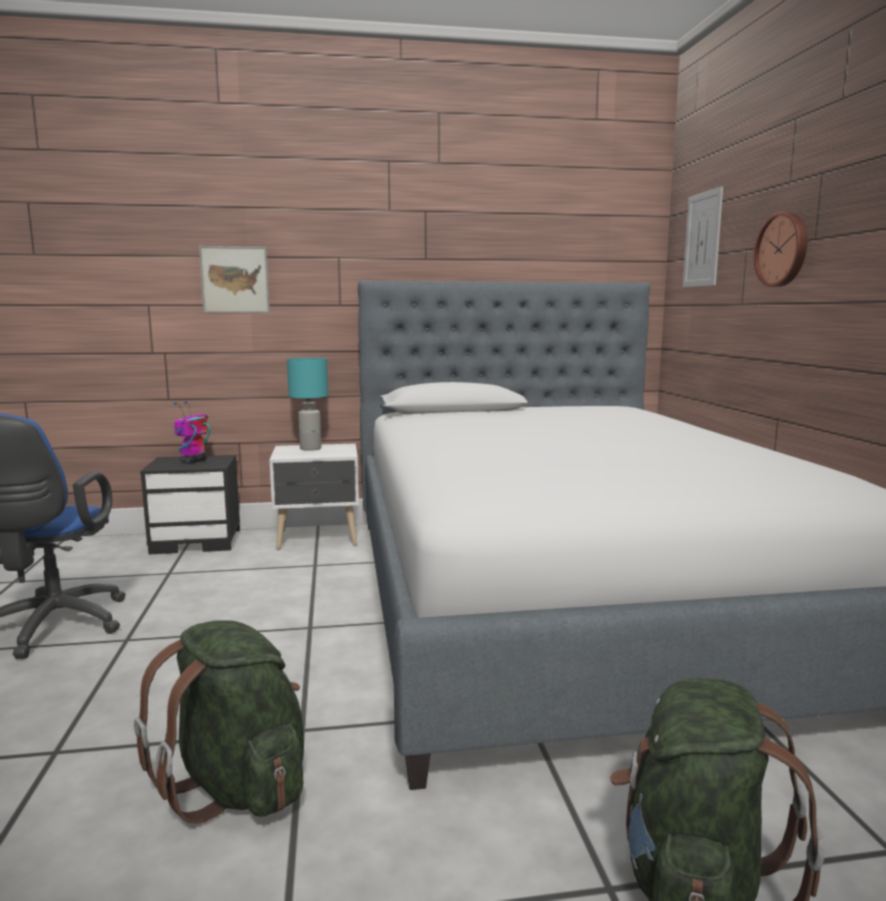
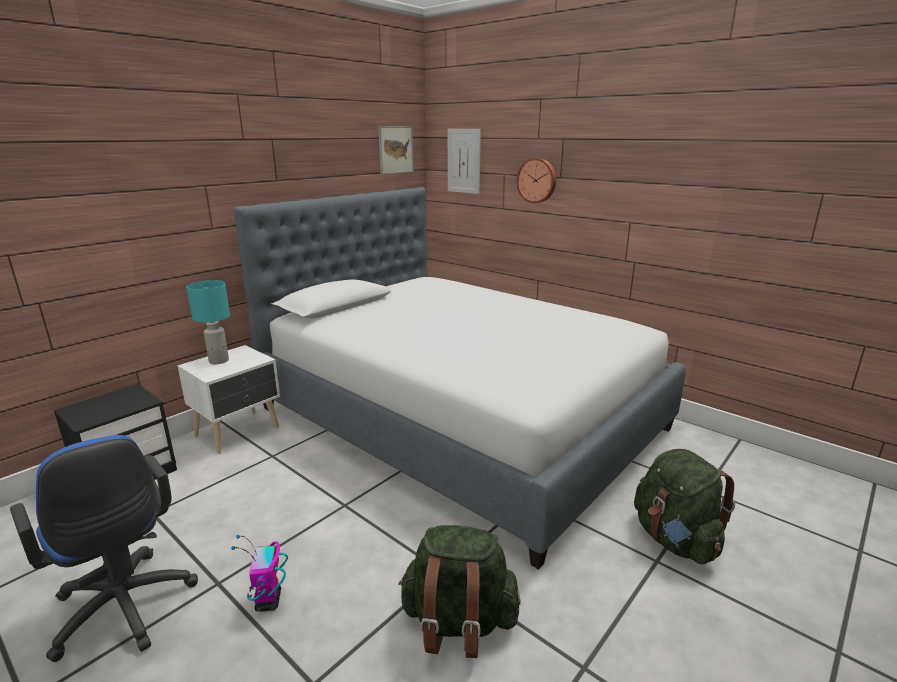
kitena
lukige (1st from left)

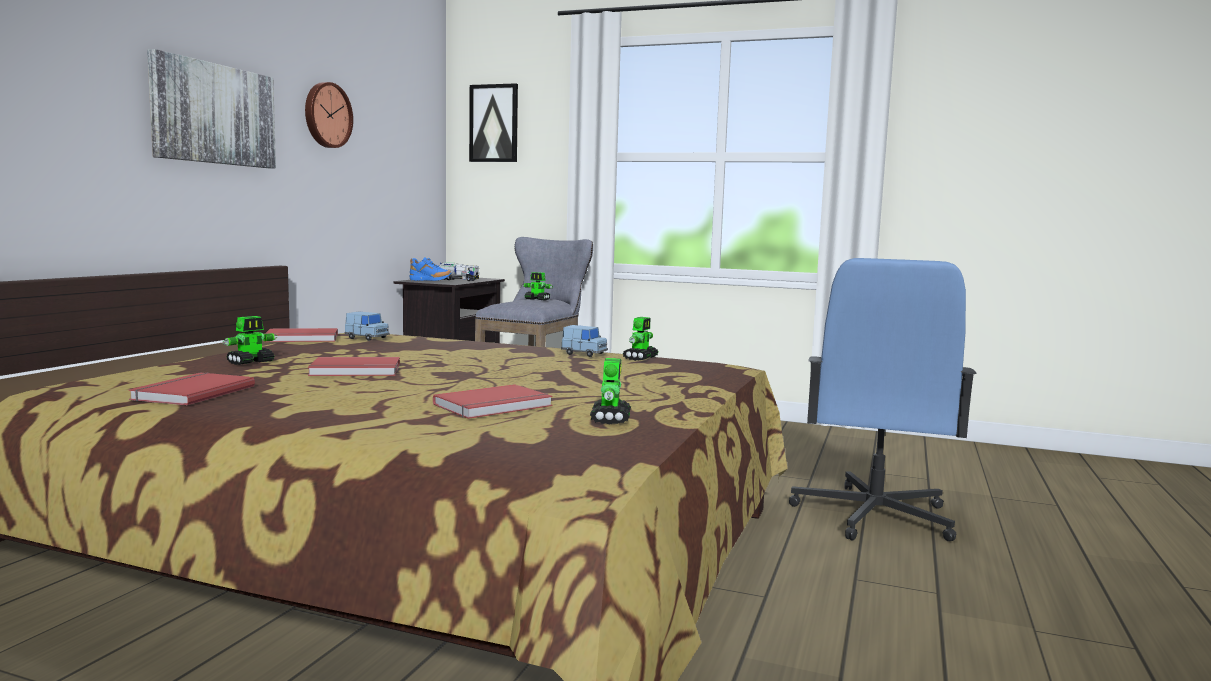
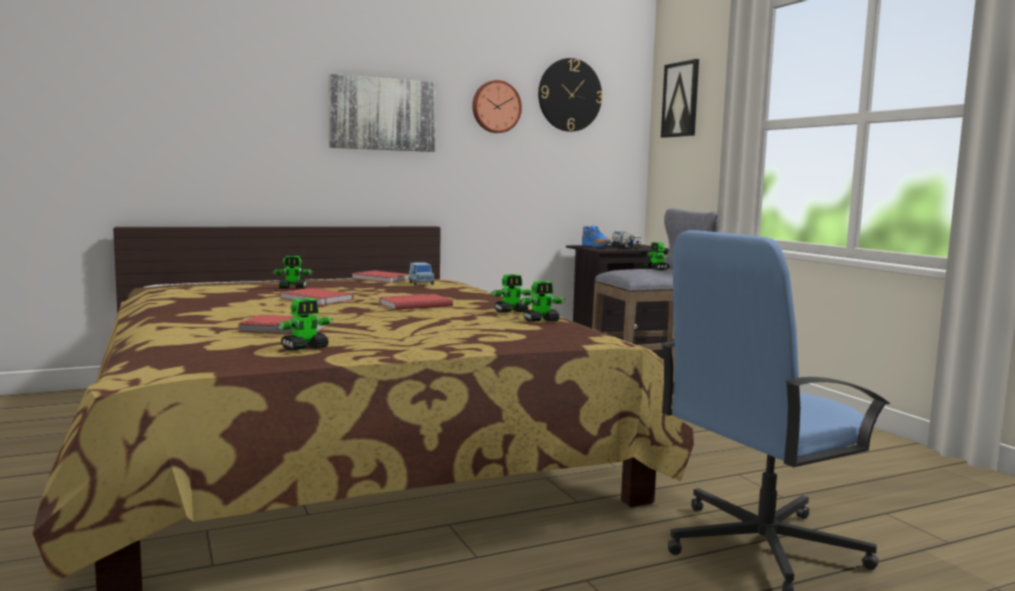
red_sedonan (4th from left)
kitena (3rd from left)
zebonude (2nd from left)

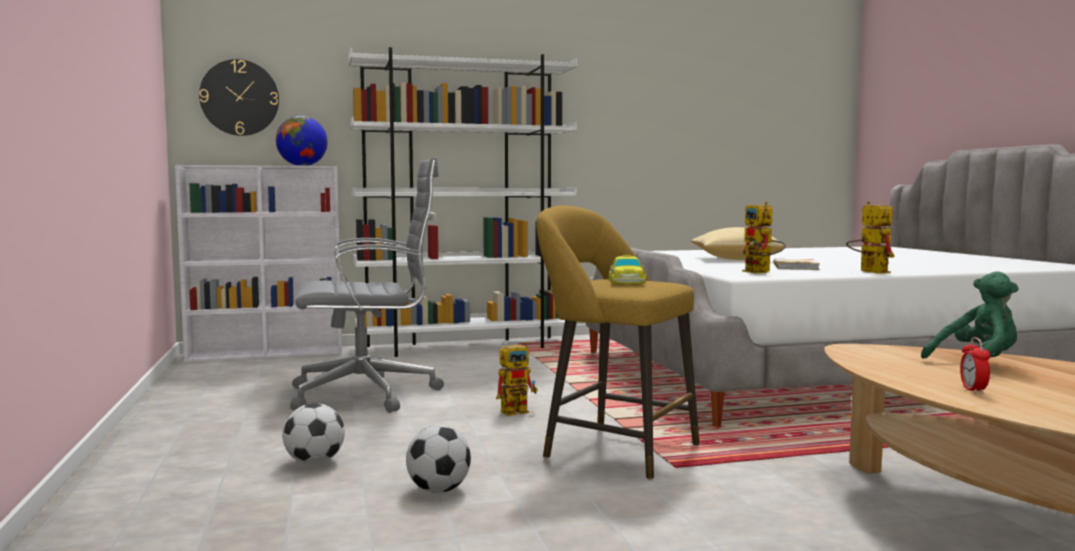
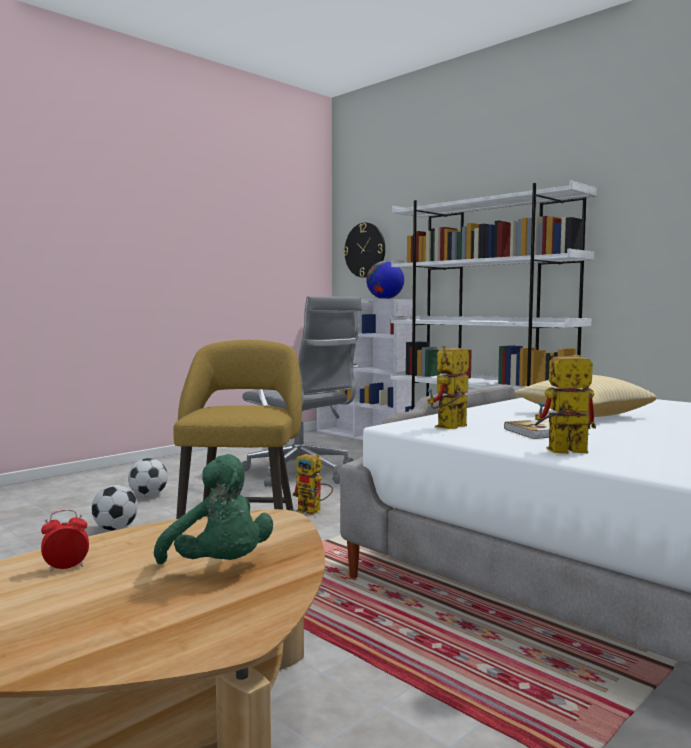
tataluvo
kitena (3rd from left)

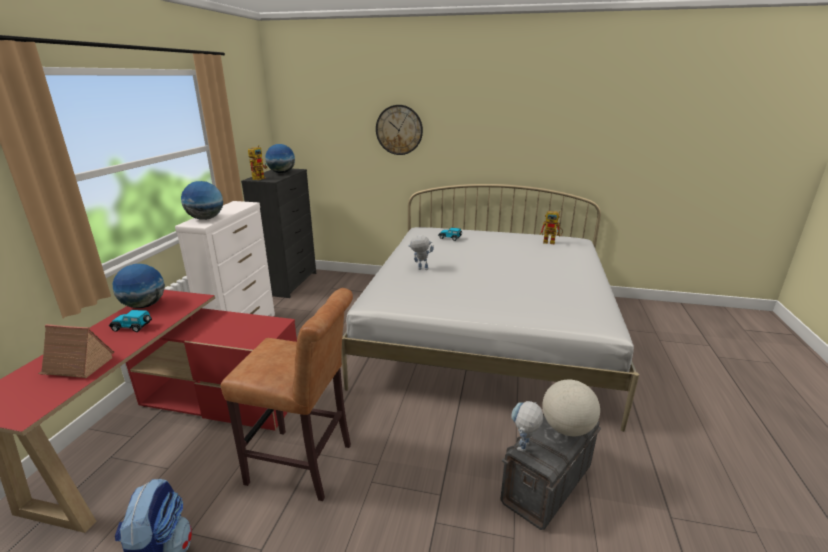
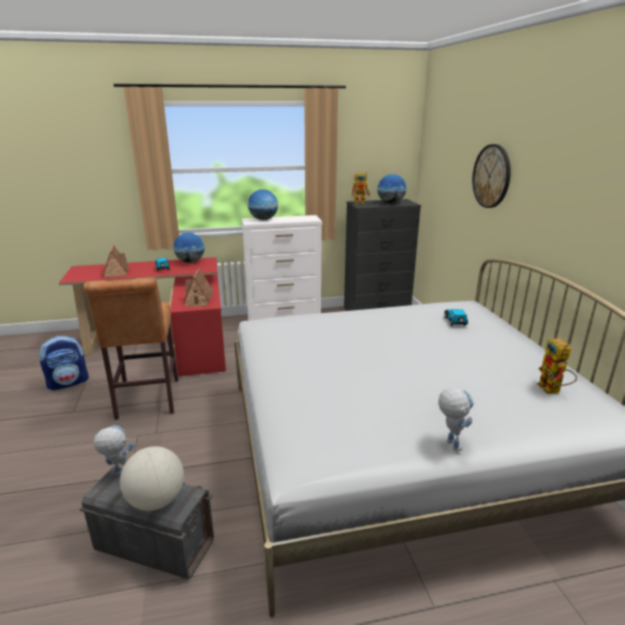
kitena (3rd from left)
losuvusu (2nd from left)

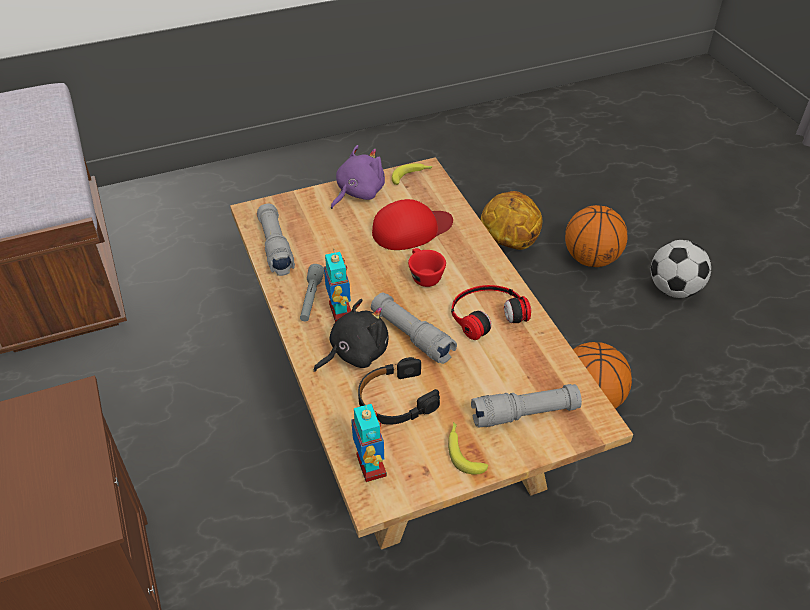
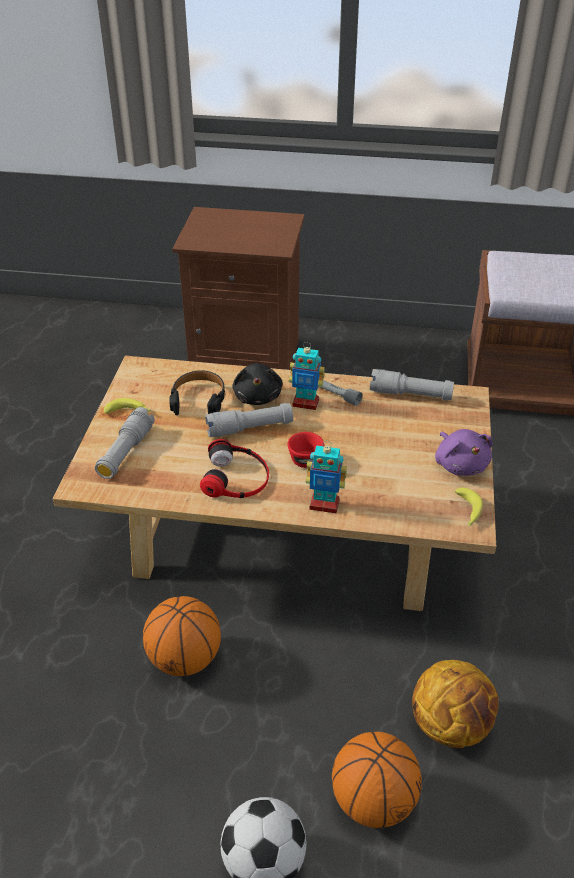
kitena (2nd from left)
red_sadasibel

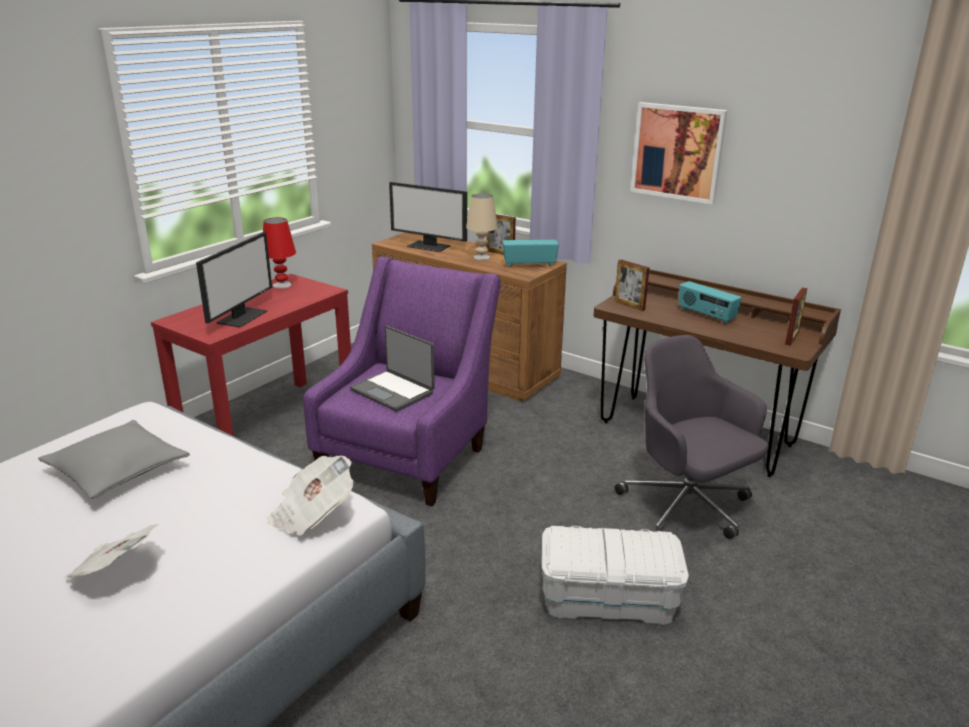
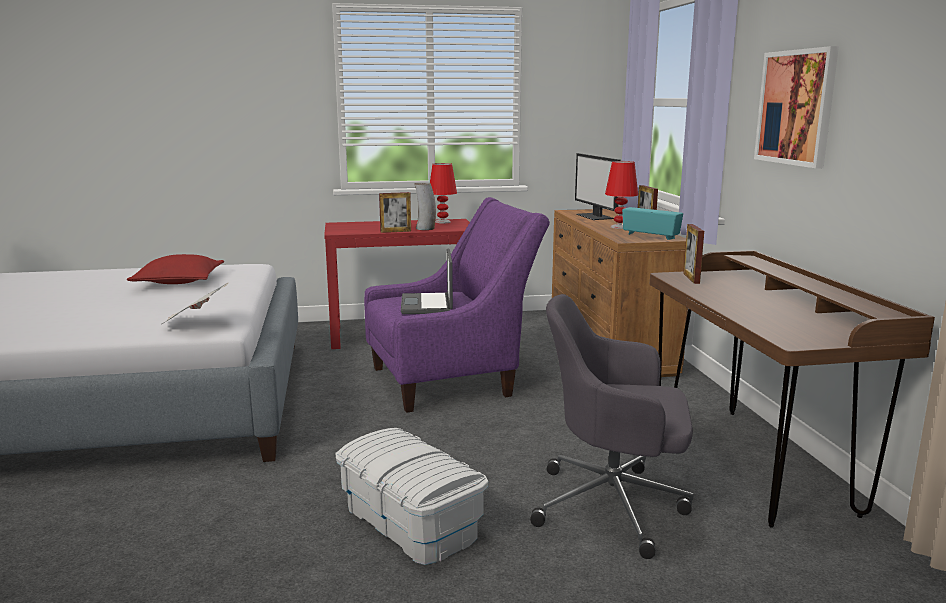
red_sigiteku
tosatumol (1st from left in the first image)
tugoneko (1st from left in the first image)
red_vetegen (2nd from left)
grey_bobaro
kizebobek (2nd from left in the first image)
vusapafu (1st from left)
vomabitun

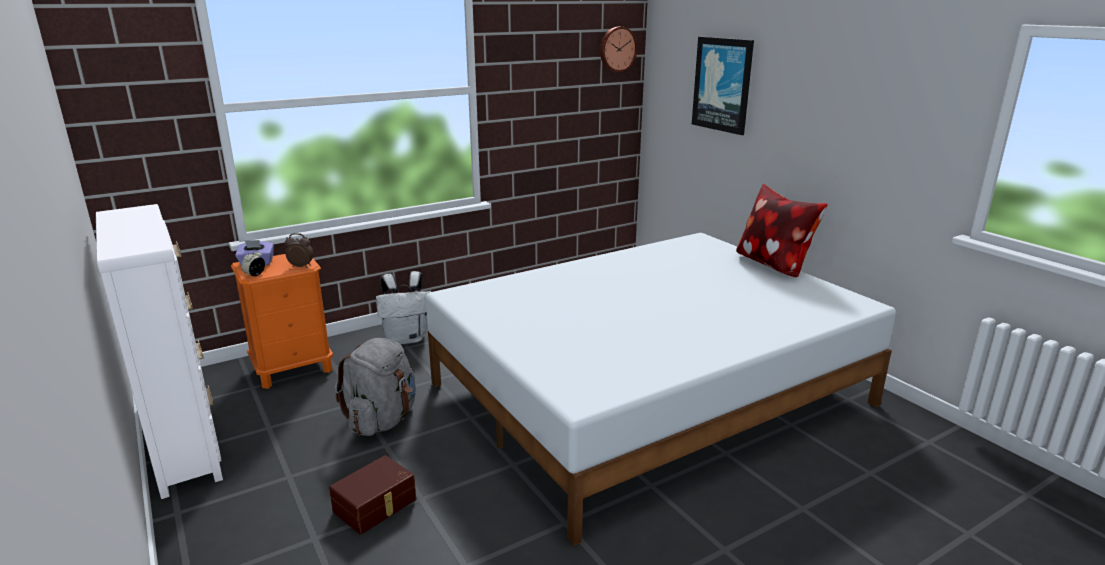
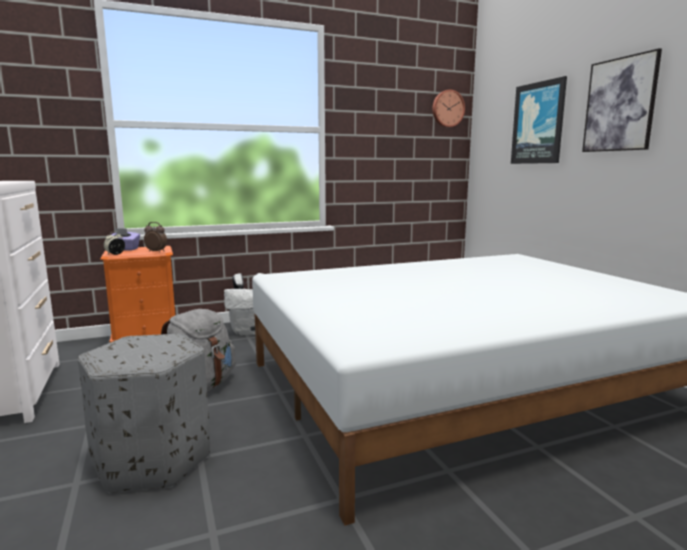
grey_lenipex
sigiteku
lukige (2nd from left)

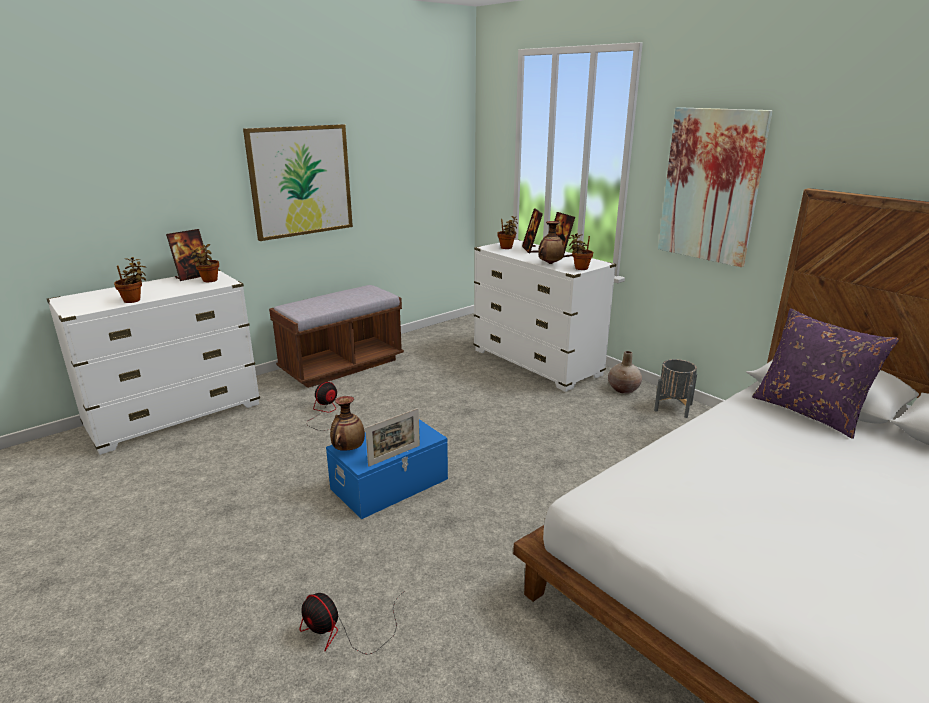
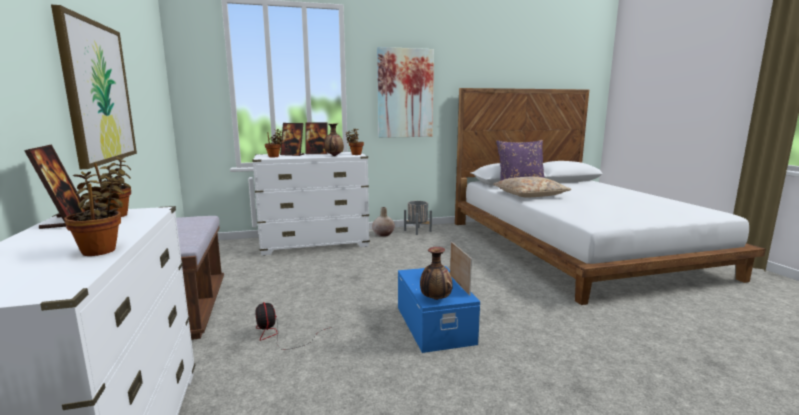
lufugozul (2nd from left in the first image)
beige_sigiteku

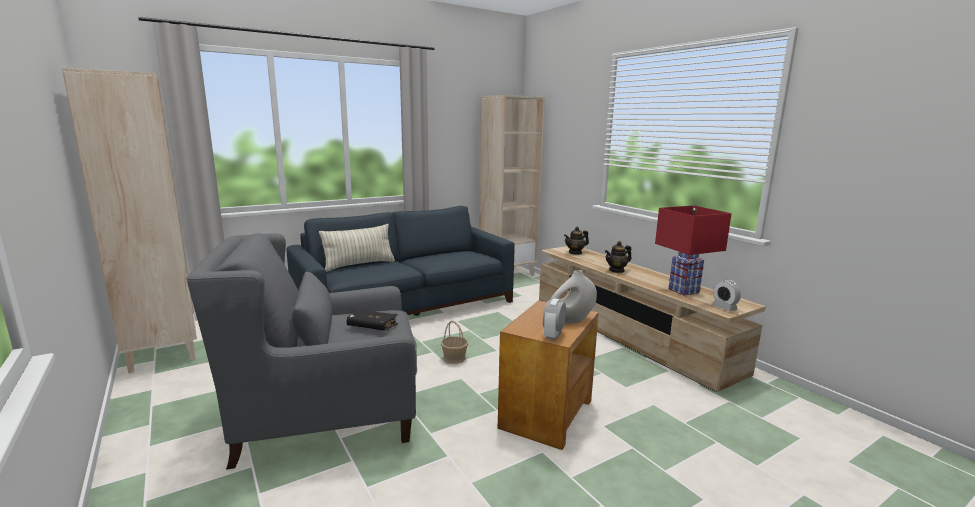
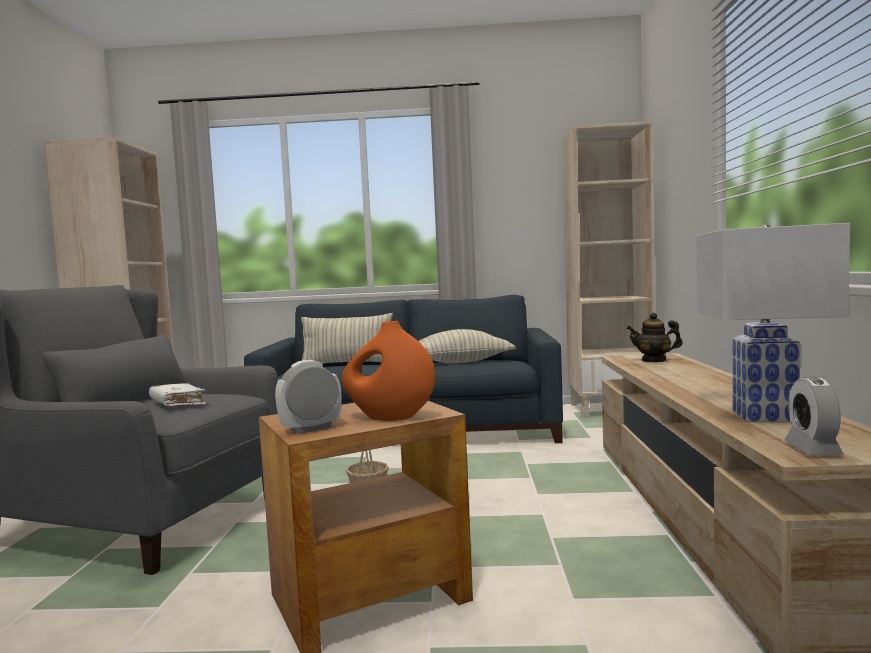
white_sedonan
orange_vomabitun
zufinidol (2nd from left in the first image)
white_vetegen
sigiteku (2nd from left)

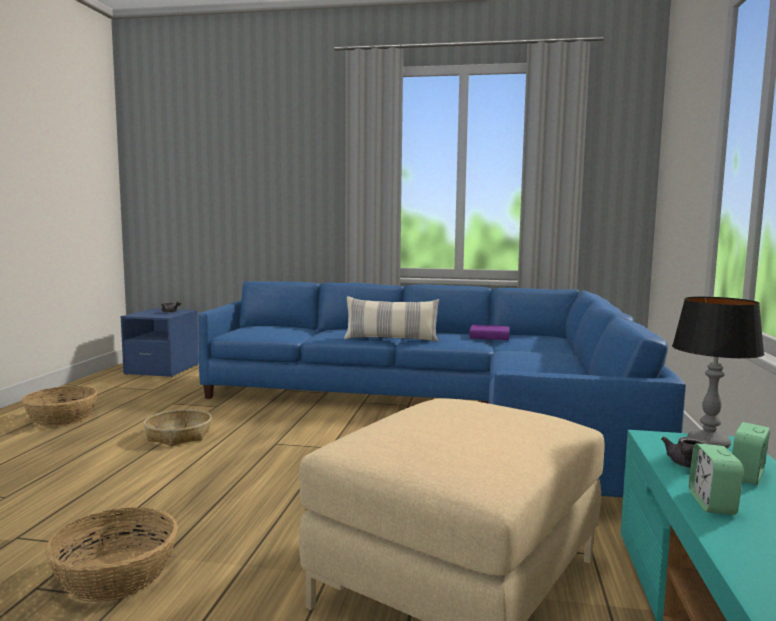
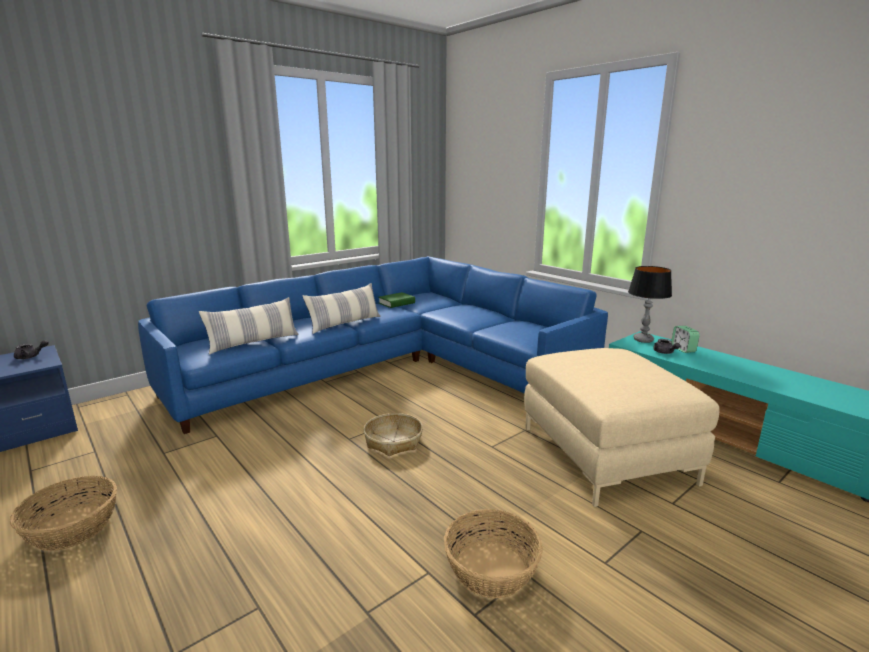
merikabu (2nd from left)
green_sedonan
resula (1st from left in the first image)
sigiteku (1st from left)

